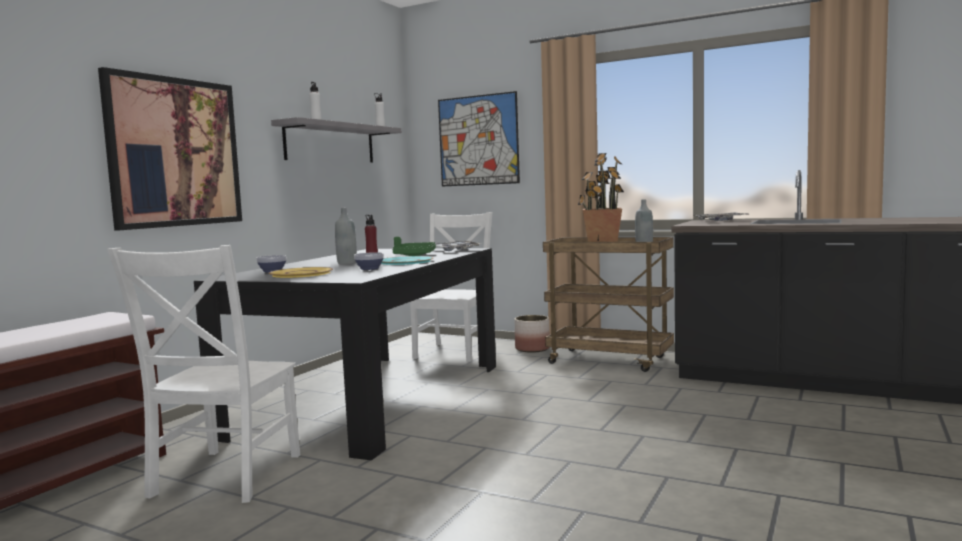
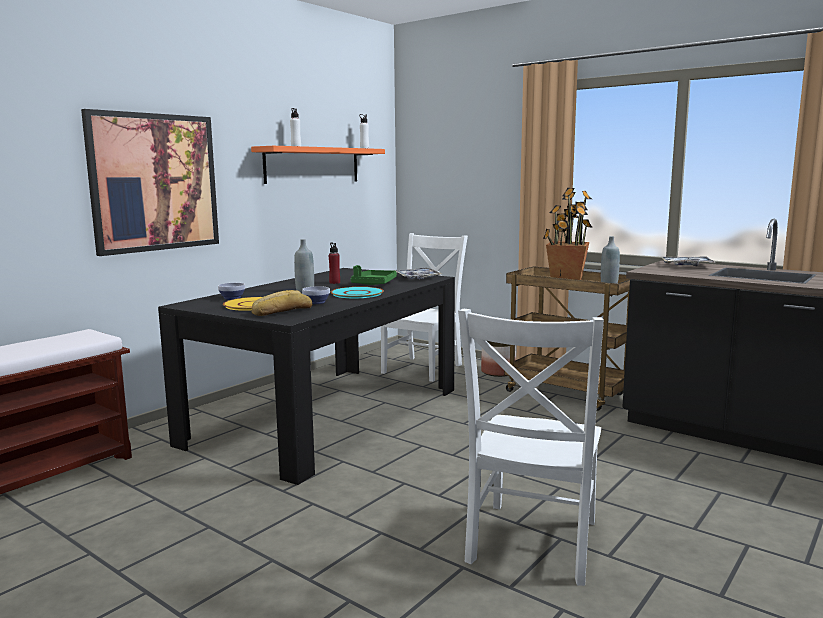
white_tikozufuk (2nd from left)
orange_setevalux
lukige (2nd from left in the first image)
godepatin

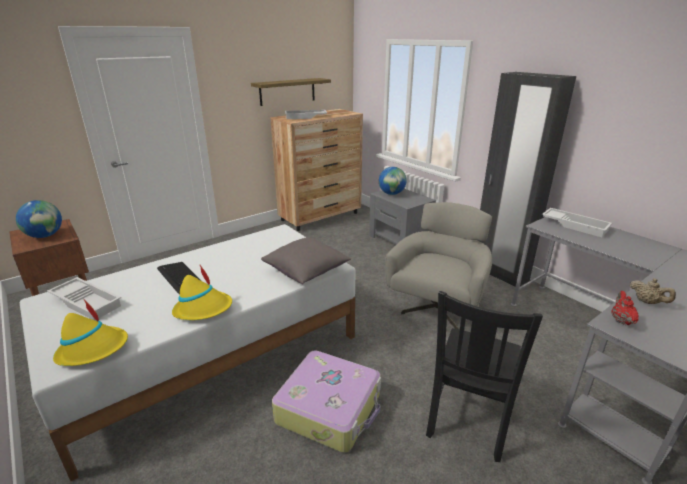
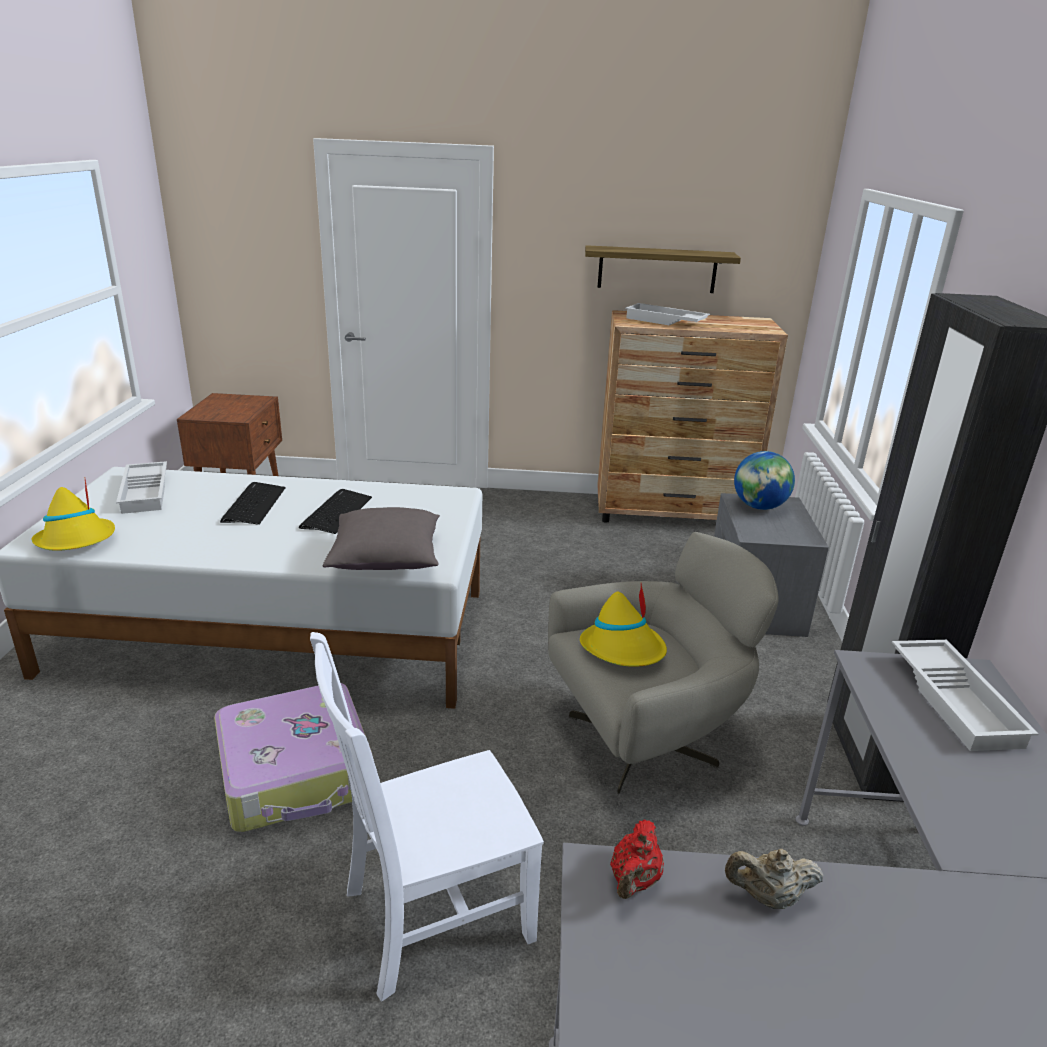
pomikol (1st from left in the first image)
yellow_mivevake (2nd from left)
white_tikozufuk
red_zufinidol
beige_zufinidol
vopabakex (2nd from left)

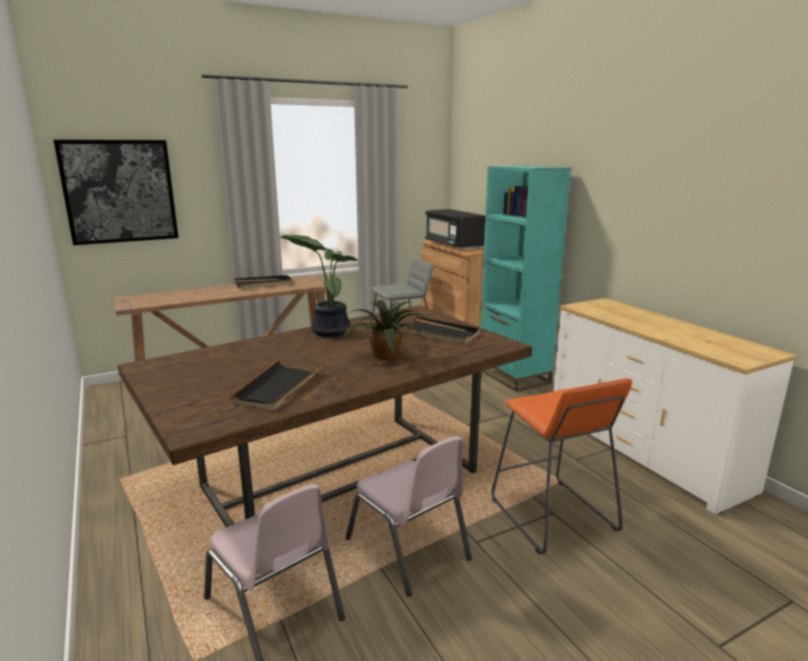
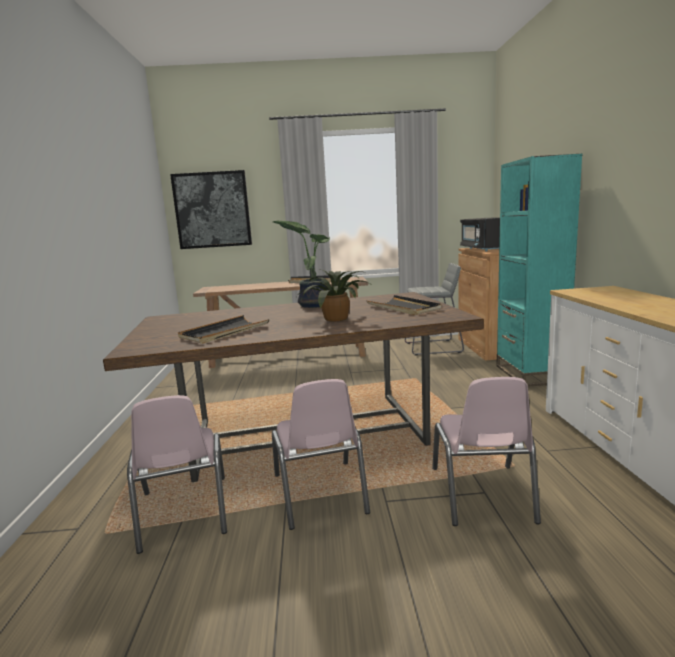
pink_tikozufuk (3rd from left)

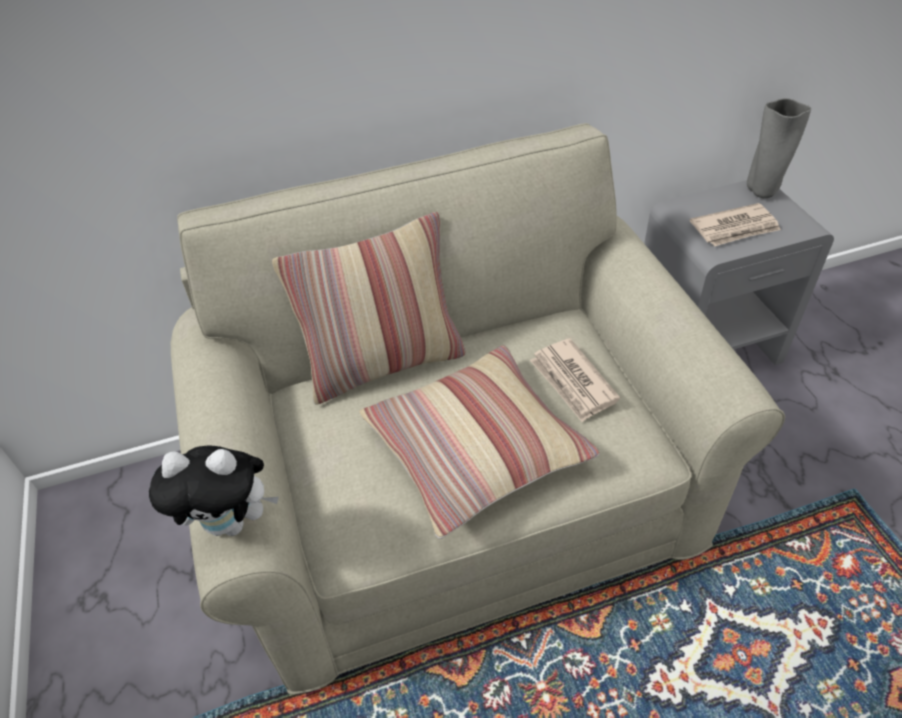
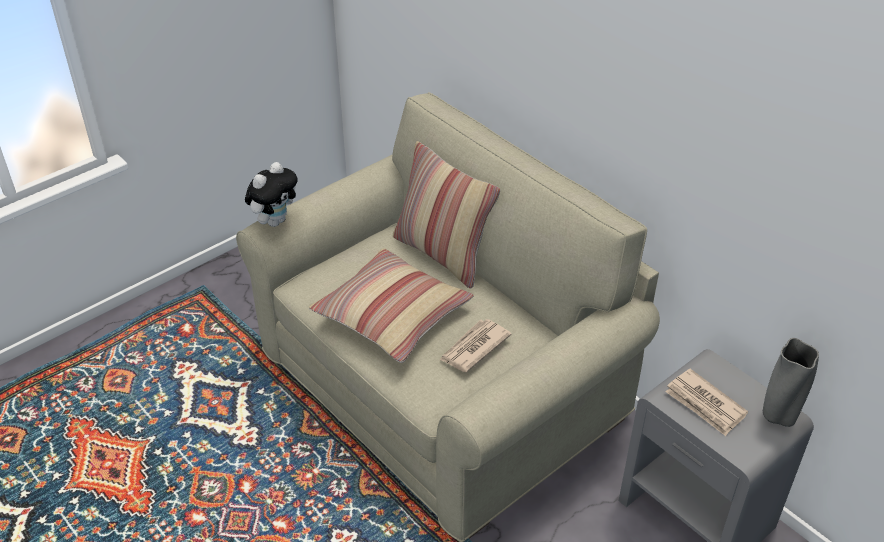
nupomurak

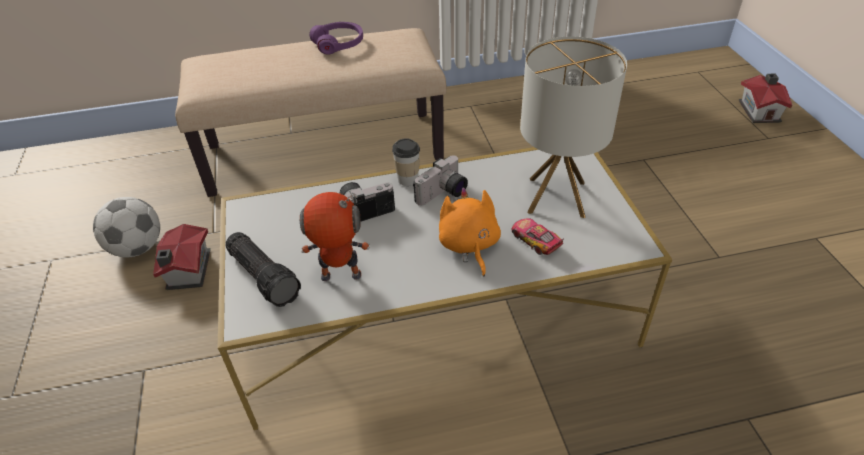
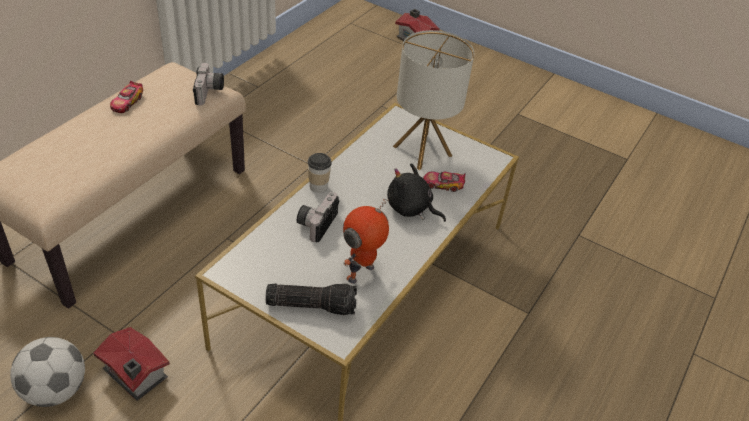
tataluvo (1st from left)
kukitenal (1st from left)
black_nupomurak

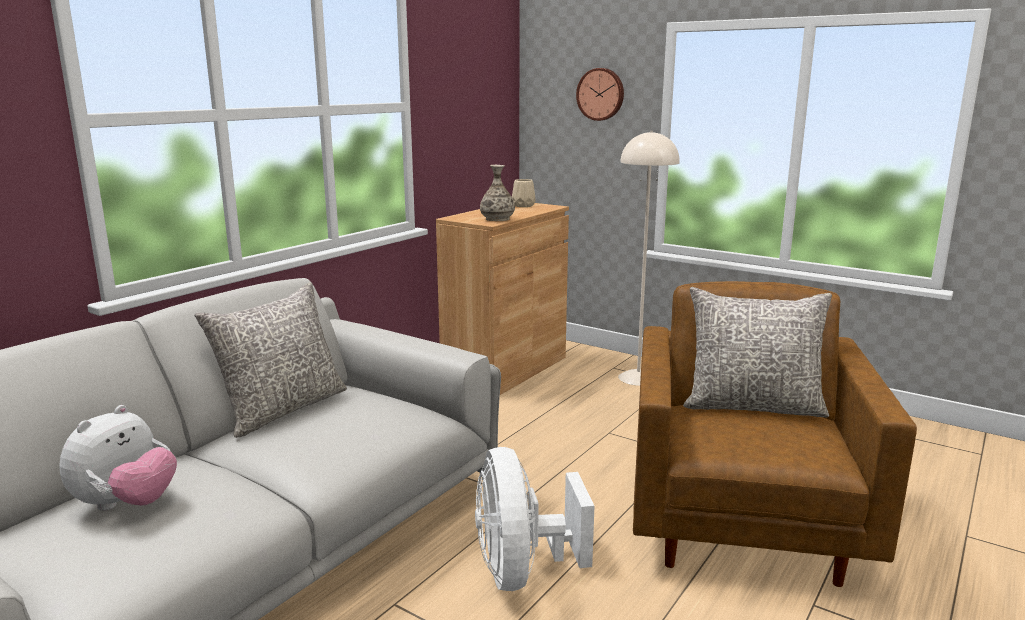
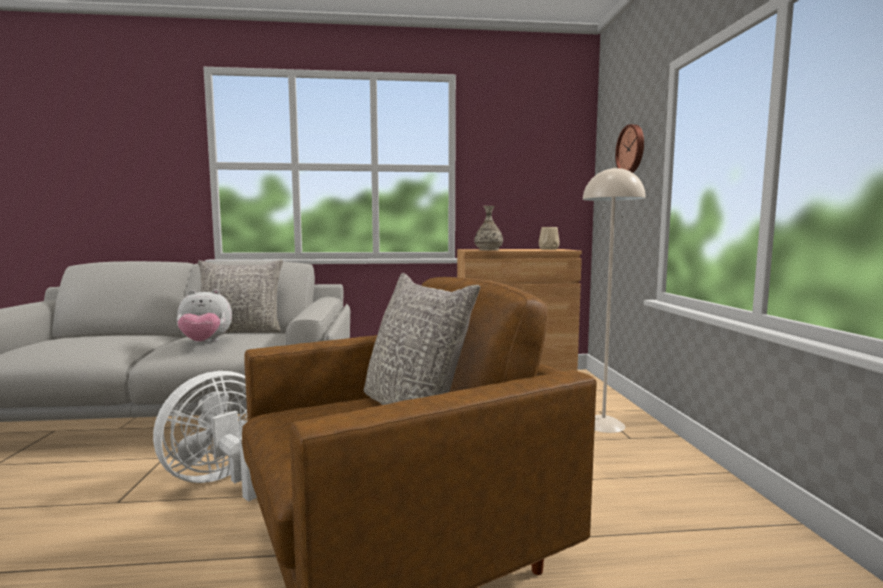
nupomurak

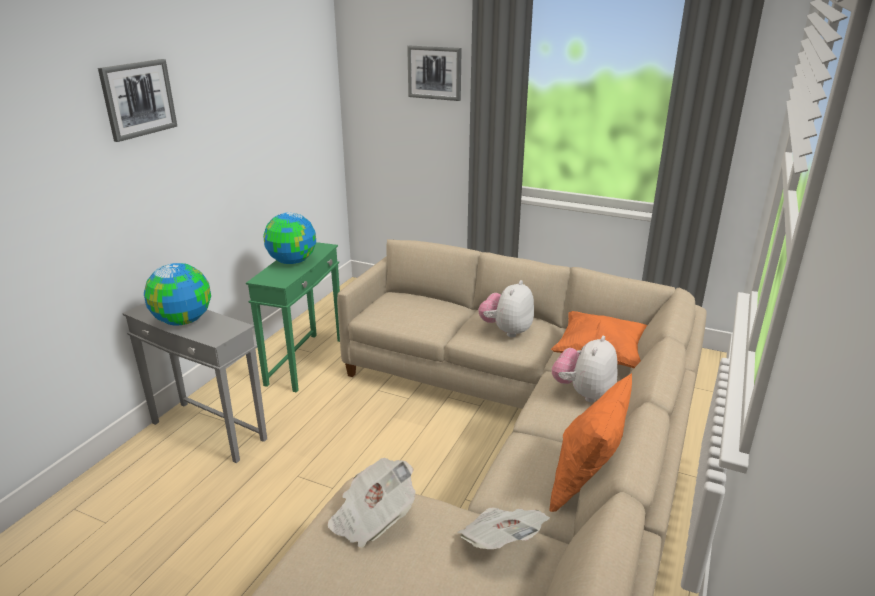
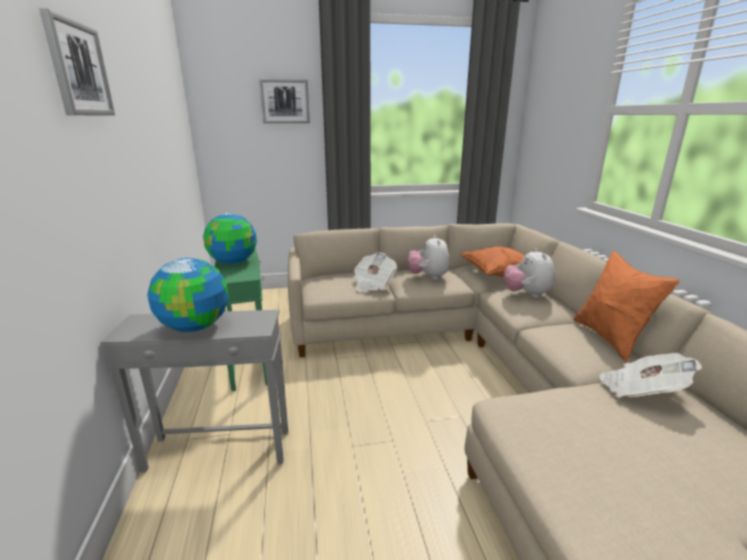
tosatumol (1st from left)

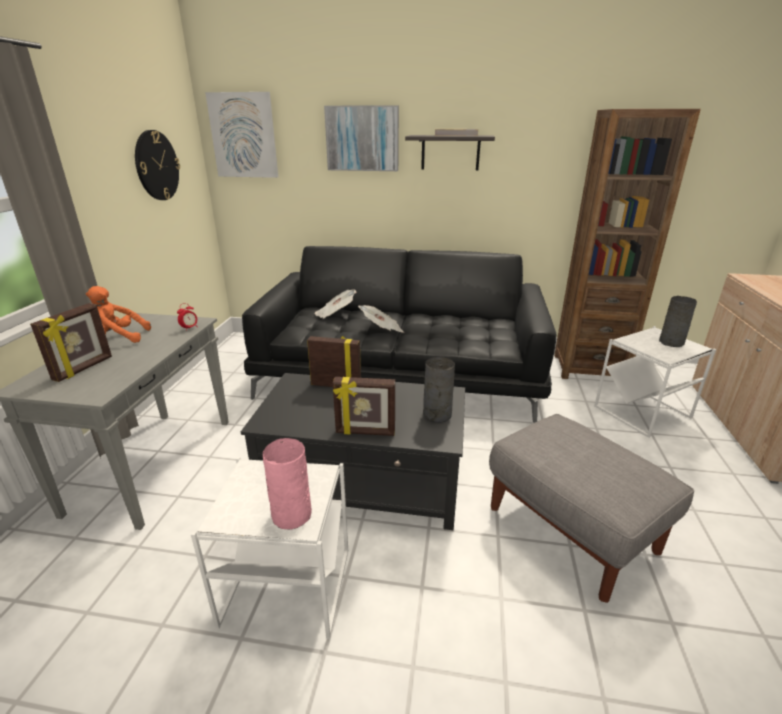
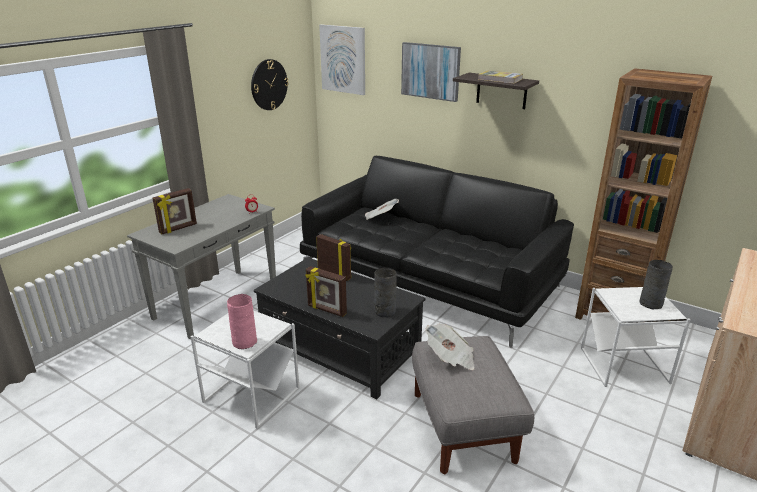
orange_nupomurak
tosatumol (2nd from left)

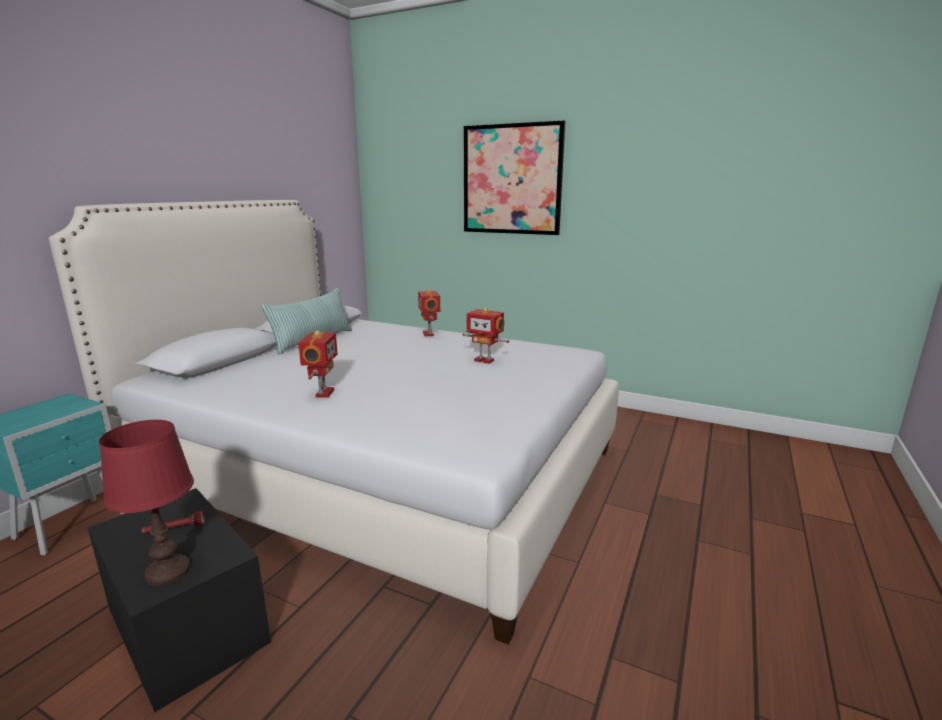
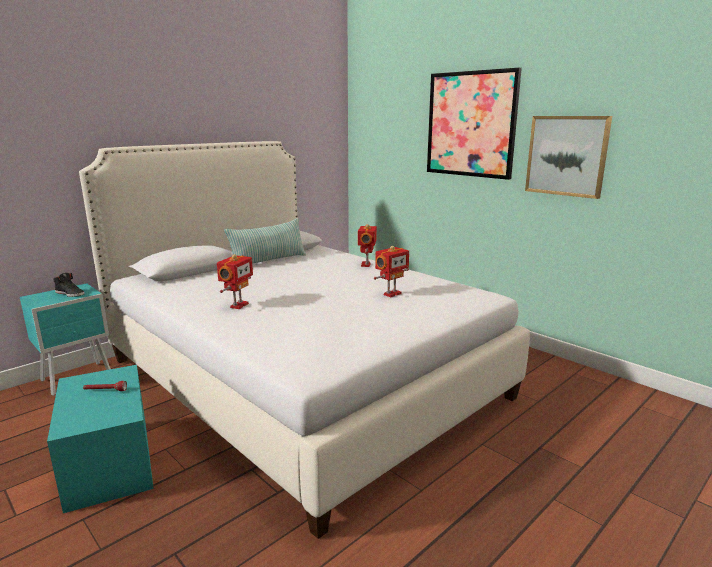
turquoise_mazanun
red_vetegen
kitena (3rd from left)
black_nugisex
lukige (2nd from left)

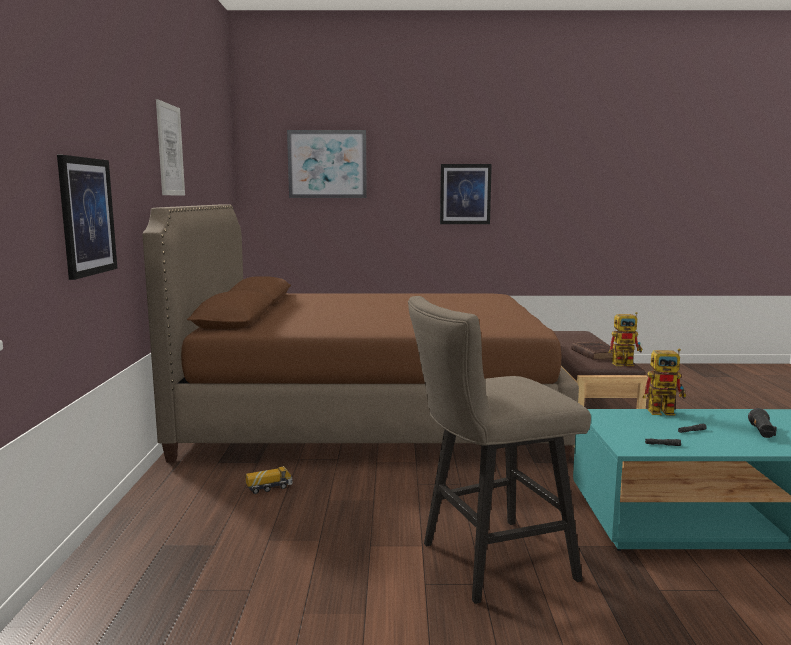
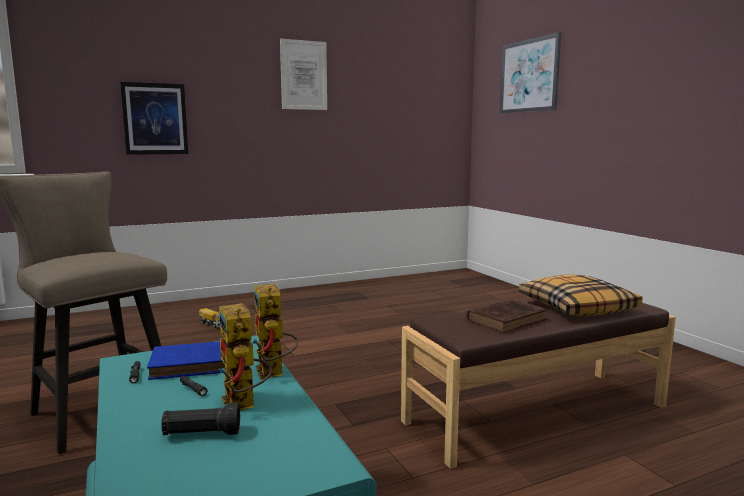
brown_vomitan
lukige (4th from left in the first image)
kitena (1st from left)
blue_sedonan
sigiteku

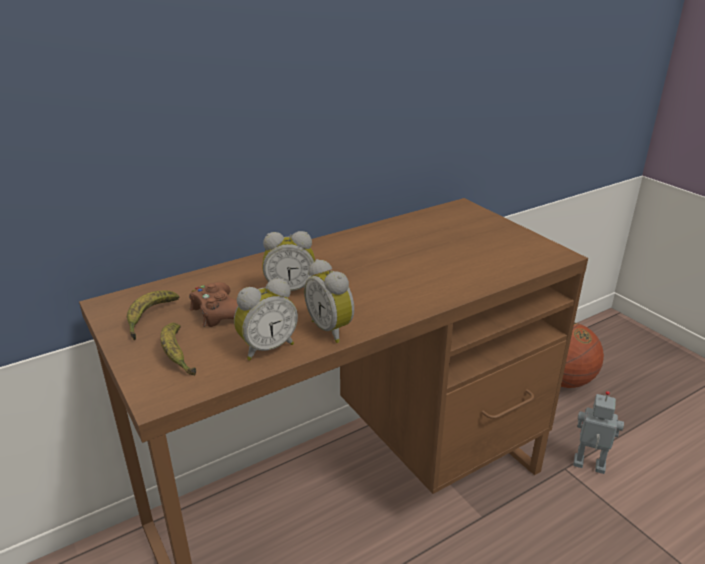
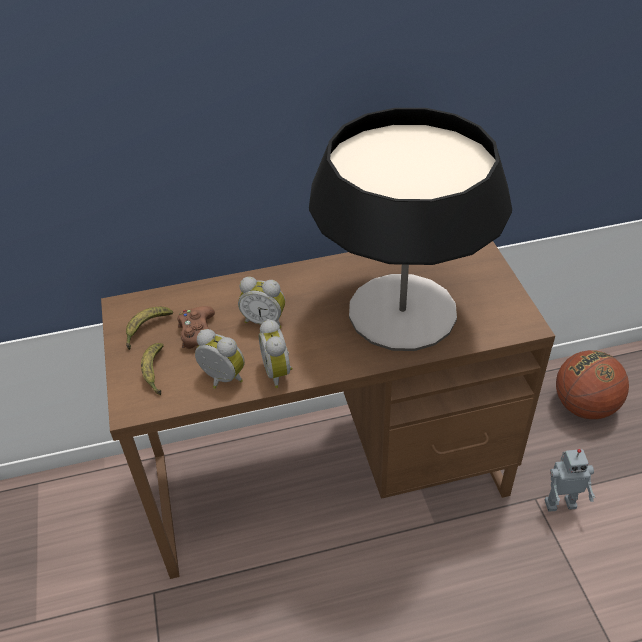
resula (1st from left)
kitena
vetegen

